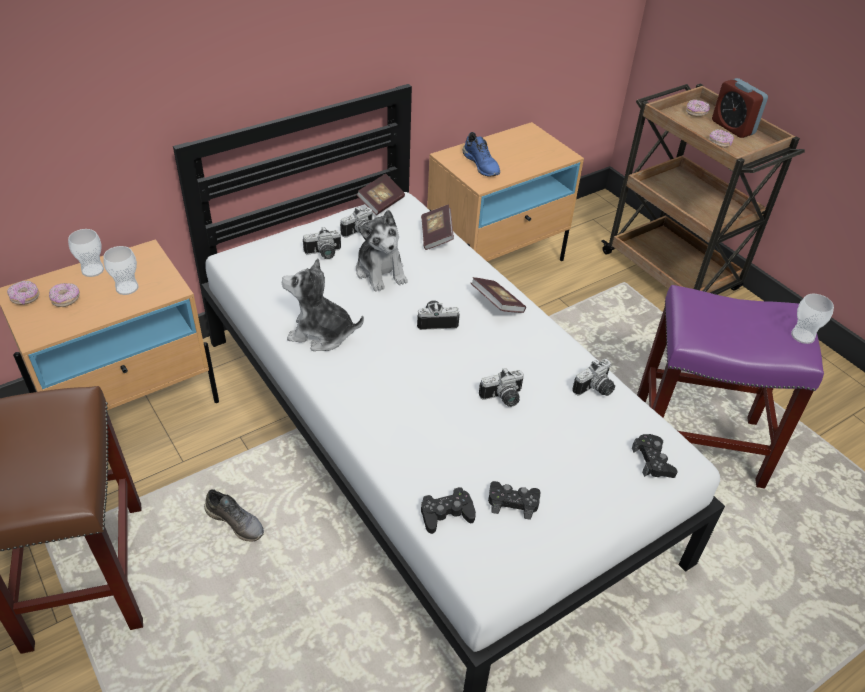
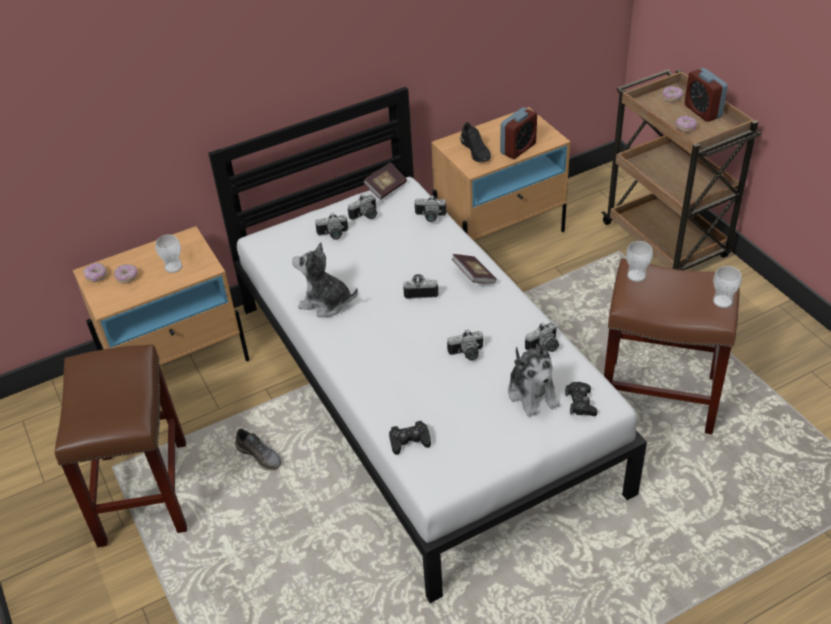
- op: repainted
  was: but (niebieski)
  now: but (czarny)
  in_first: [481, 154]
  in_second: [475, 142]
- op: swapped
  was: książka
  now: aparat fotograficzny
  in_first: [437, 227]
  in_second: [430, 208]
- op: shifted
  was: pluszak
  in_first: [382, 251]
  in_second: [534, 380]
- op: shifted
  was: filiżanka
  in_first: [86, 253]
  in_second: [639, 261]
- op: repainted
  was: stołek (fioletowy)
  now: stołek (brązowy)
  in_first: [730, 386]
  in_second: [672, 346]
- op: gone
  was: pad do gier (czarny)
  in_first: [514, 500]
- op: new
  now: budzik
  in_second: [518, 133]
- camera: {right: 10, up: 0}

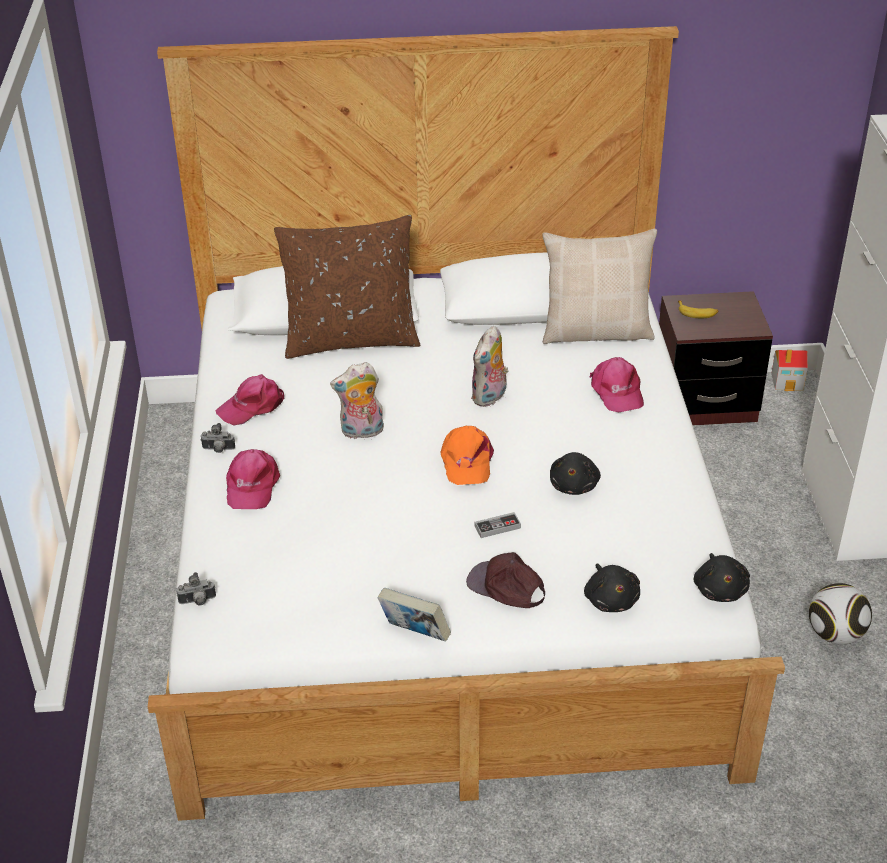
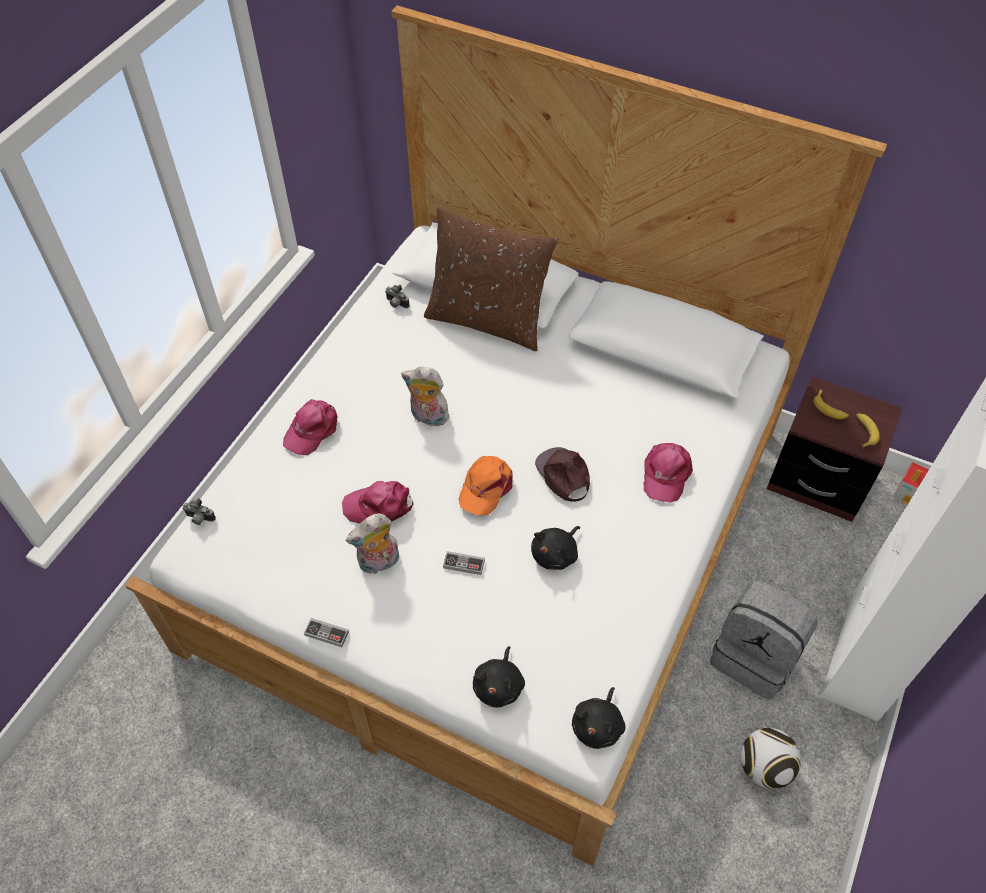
- op: gone
  was: poduszka (beżowy)
  in_first: [599, 286]
- op: shifted
  was: pluszak
  in_first: [489, 366]
  in_second: [372, 543]
- op: shifted
  was: czapka z daszkiem (różowy)
  in_first: [250, 399]
  in_second: [377, 502]
- op: shifted
  was: aparat fotograficzny
  in_first: [217, 438]
  in_second: [397, 296]
- op: shifted
  was: czapka z daszkiem (brązowy)
  in_first: [505, 580]
  in_second: [562, 474]
- op: swapped
  was: książka
  now: pad do gier
  in_first: [414, 615]
  in_second: [326, 632]
- op: new
  now: banan
  in_second: [868, 430]
- op: new
  now: plecak (szary)
  in_second: [764, 640]
- camera: {right: 30, up: 15}

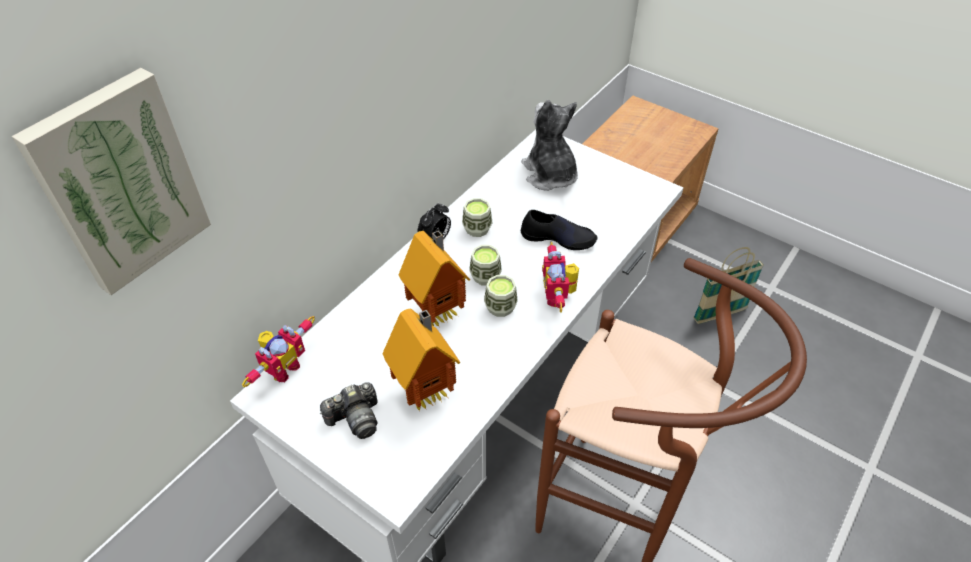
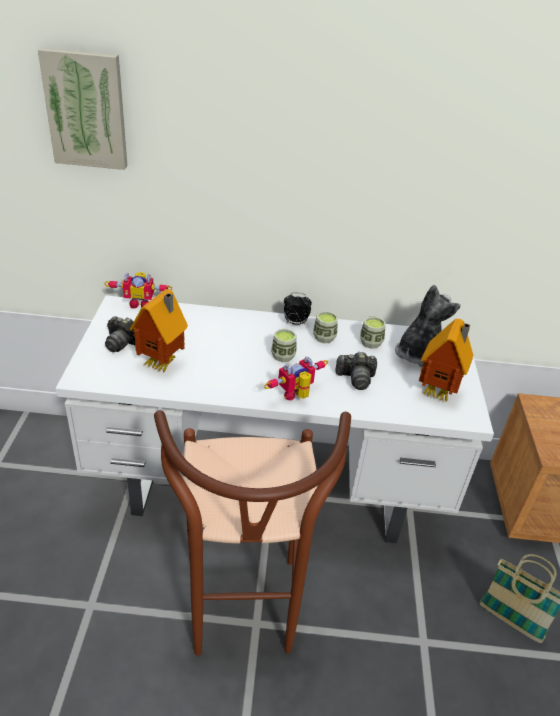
- op: swapped
  was: but (czarny)
  now: aparat fotograficzny
  in_first: [559, 230]
  in_second: [356, 371]
- op: shifted
  was: domek
  in_first: [434, 278]
  in_second: [446, 361]
- op: shifted
  was: filiżanka
  in_first: [501, 296]
  in_second: [373, 332]
- camera: {right: 55, up: -10}

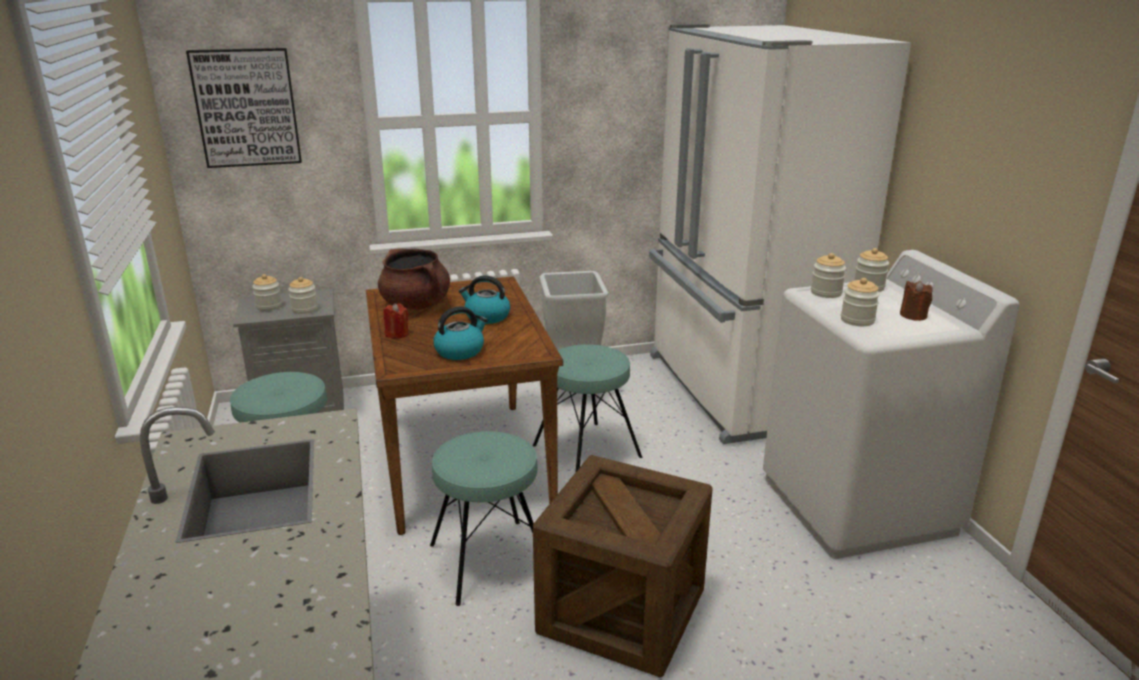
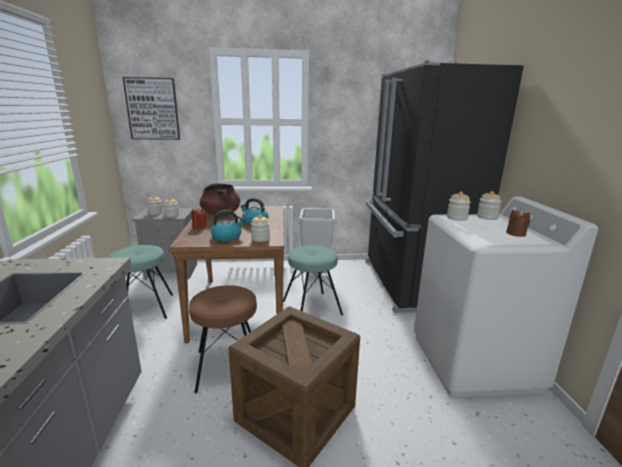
- op: repainted
  was: lodówka (biały)
  now: lodówka (czarny)
  in_first: [780, 234]
  in_second: [444, 186]
- op: shifted
  was: słoik
  in_first: [860, 302]
  in_second: [260, 228]
- op: repainted
  was: stołek (turkusowy)
  now: stołek (brązowy)
  in_first: [484, 518]
  in_second: [223, 339]
- camera: {right: 10, up: -5}

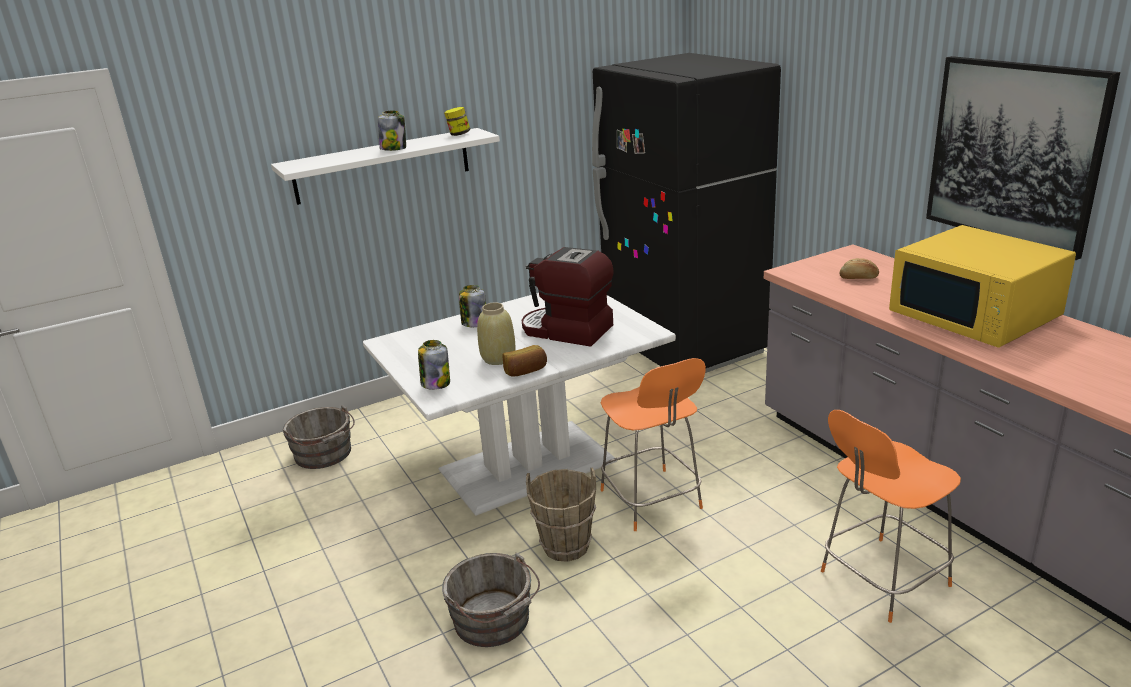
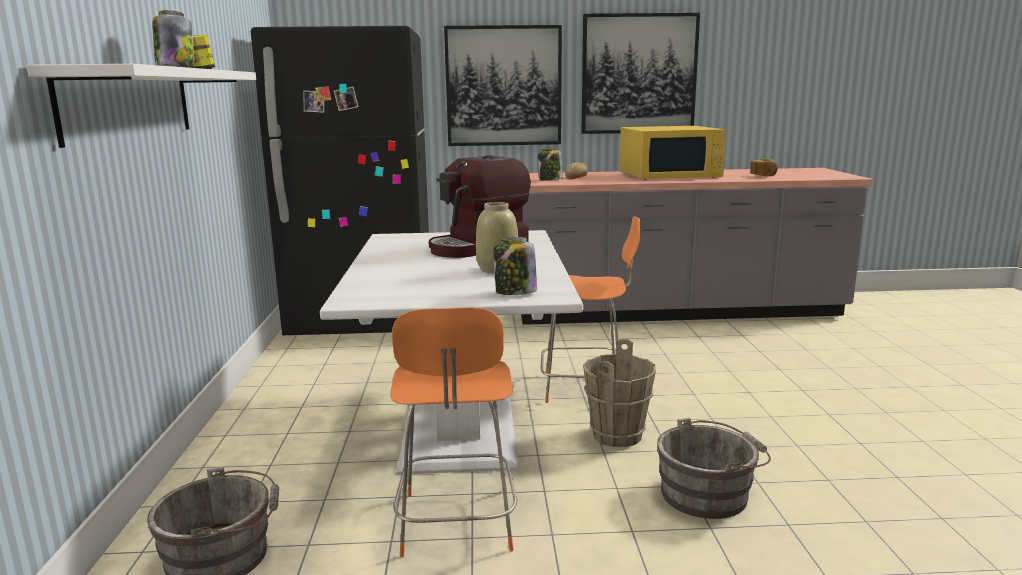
- op: shifted
  was: słoik
  in_first: [472, 306]
  in_second: [550, 164]
- op: shifted
  was: chleb
  in_first: [525, 361]
  in_second: [764, 167]
- op: shifted
  was: krzesło (pomarańczowy)
  in_first: [891, 516]
  in_second: [453, 432]
- op: new
  now: obraz
  in_second: [503, 85]
- camera: {right: -65, up: -10}

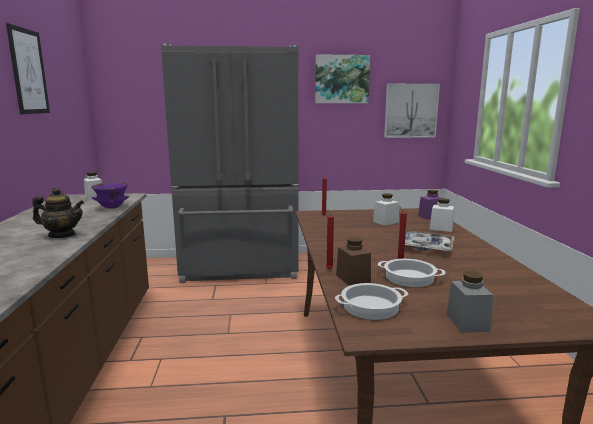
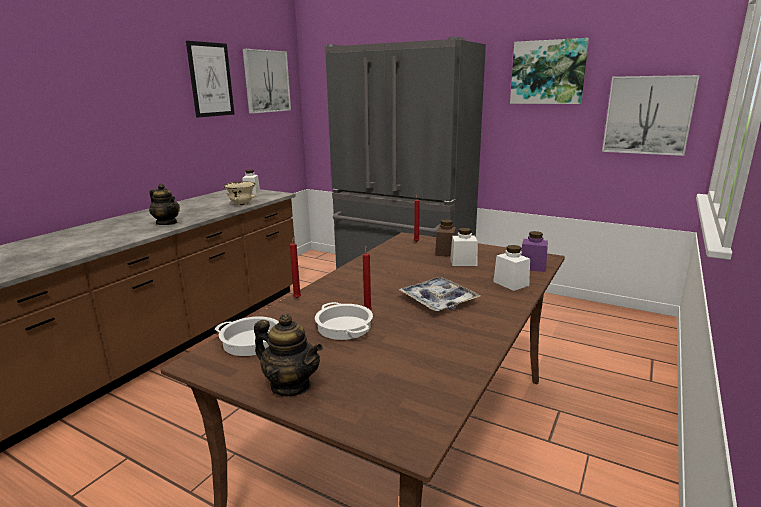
- op: repainted
  was: miska (fioletowy)
  now: miska (beżowy)
  in_first: [110, 196]
  in_second: [240, 193]
- op: shifted
  was: słoik (brązowy)
  in_first: [353, 261]
  in_second: [445, 238]
- op: swapped
  was: słoik (szary)
  now: imbryk
  in_first: [469, 302]
  in_second: [288, 355]
- op: new
  now: obraz
  in_second: [267, 81]
- camera: {right: 35, up: 5}

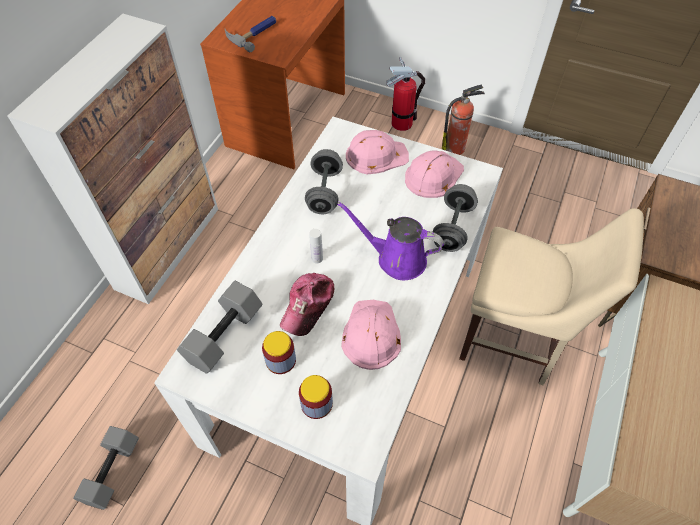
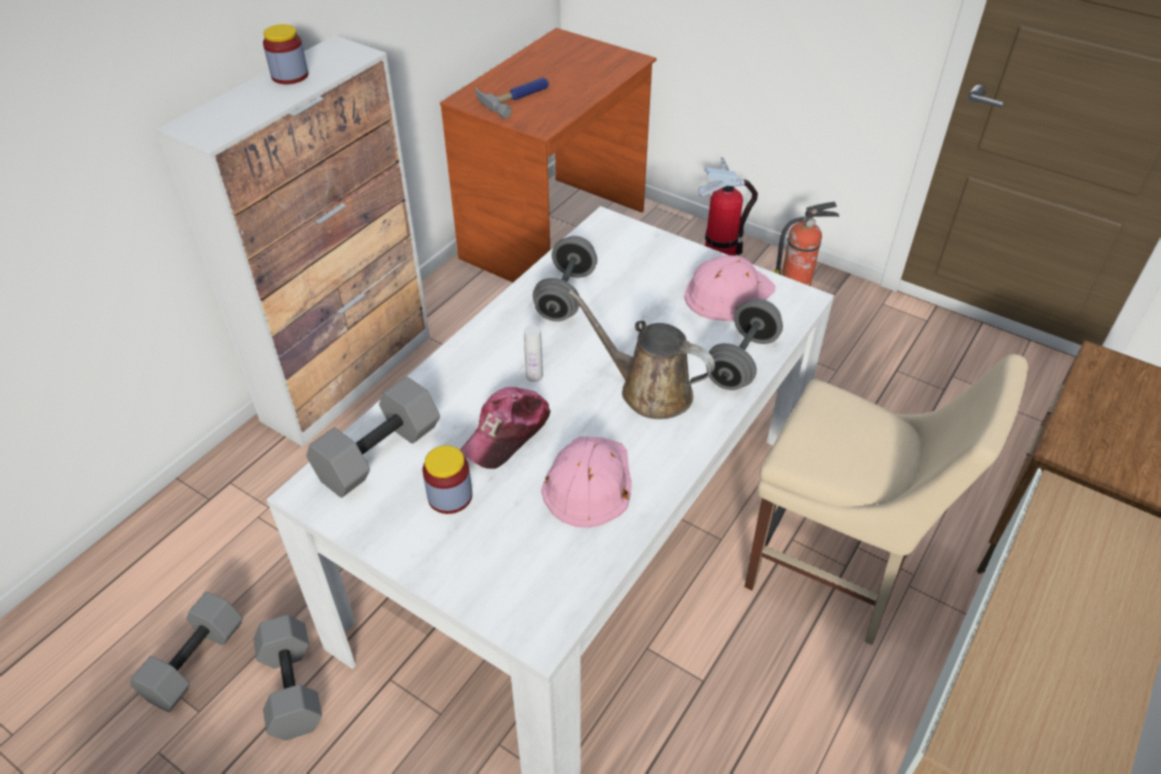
- op: gone
  was: kask (różowy)
  in_first: [377, 152]
- op: repainted
  was: konewka (fioletowy)
  now: konewka (brązowy)
  in_first: [390, 240]
  in_second: [641, 354]
- op: shifted
  was: słoik
  in_first: [316, 397]
  in_second: [286, 54]
- op: new
  now: hantel (szary)
  in_second: [287, 678]
- camera: {right: 10, up: -10}

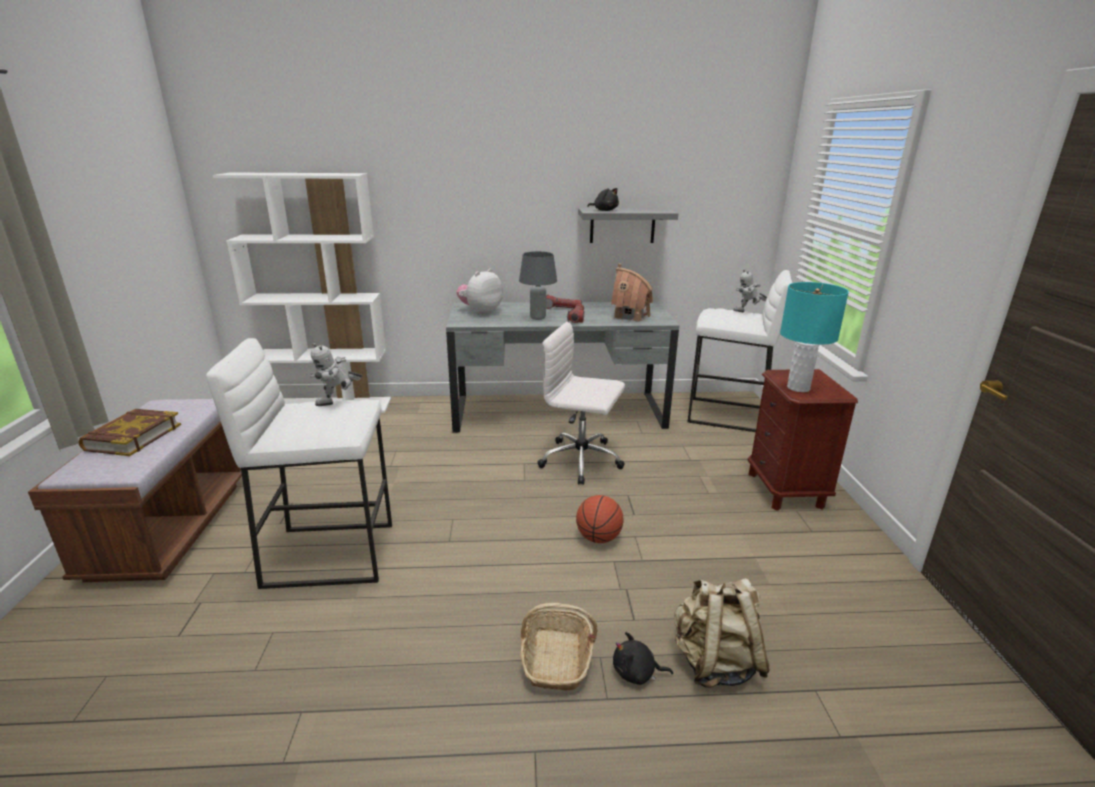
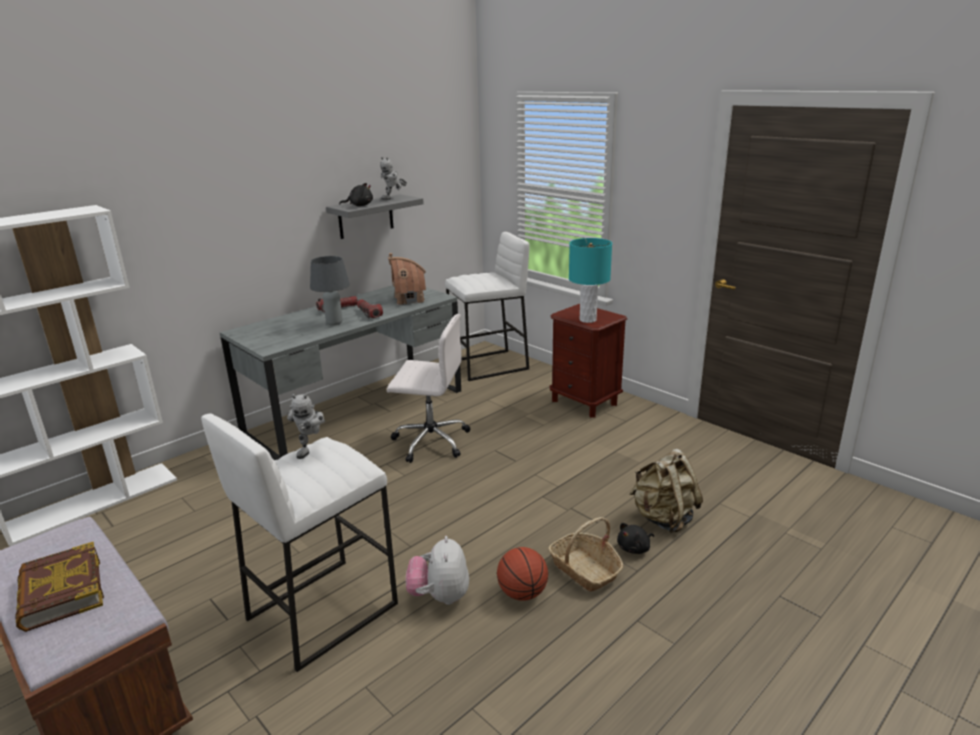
- op: shifted
  was: pluszak
  in_first: [480, 292]
  in_second: [437, 570]
- op: shifted
  was: robot zabawkowy
  in_first: [750, 290]
  in_second: [393, 178]
- op: rotated
  was: krzesło biurowe (biały)
  in_first: [581, 403]
  in_second: [428, 388]
  clockwise: -150
- op: shifted
  was: piłka do koszykówki
  in_first: [600, 519]
  in_second: [522, 574]
- camera: {right: -40, up: 0}

